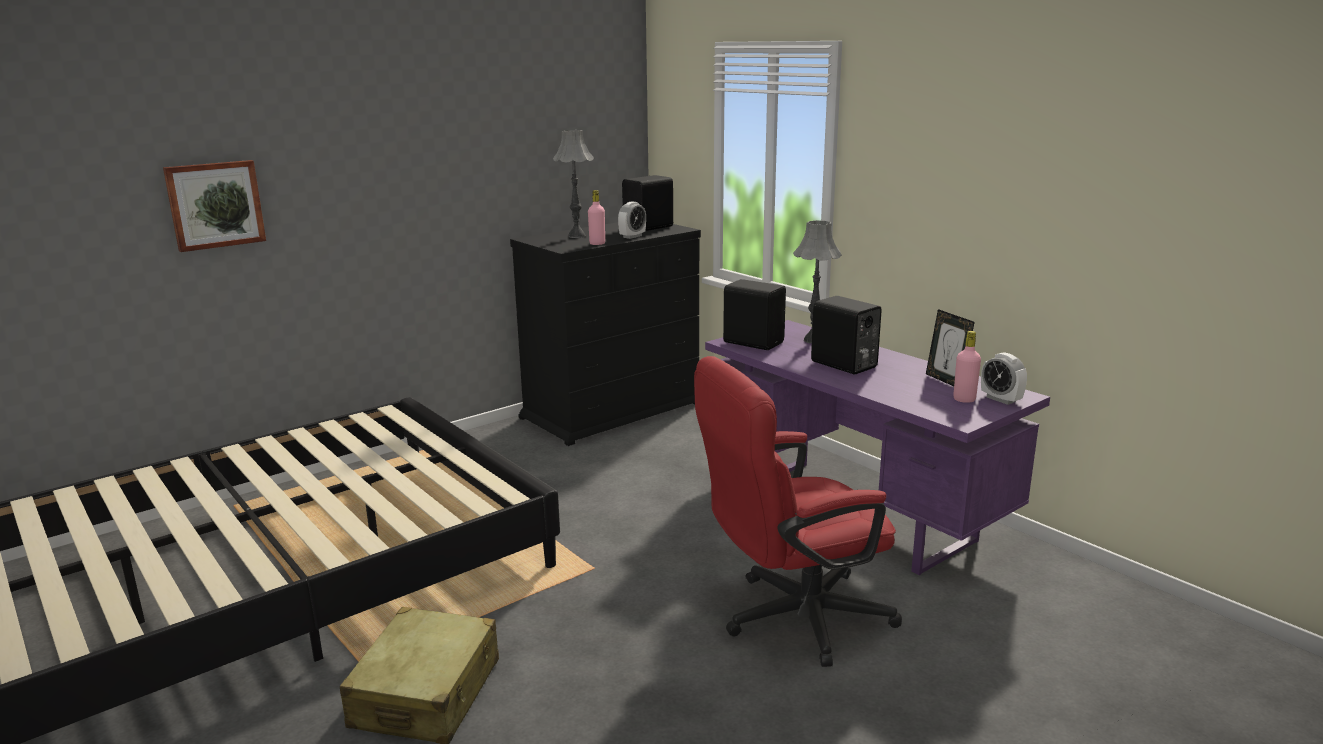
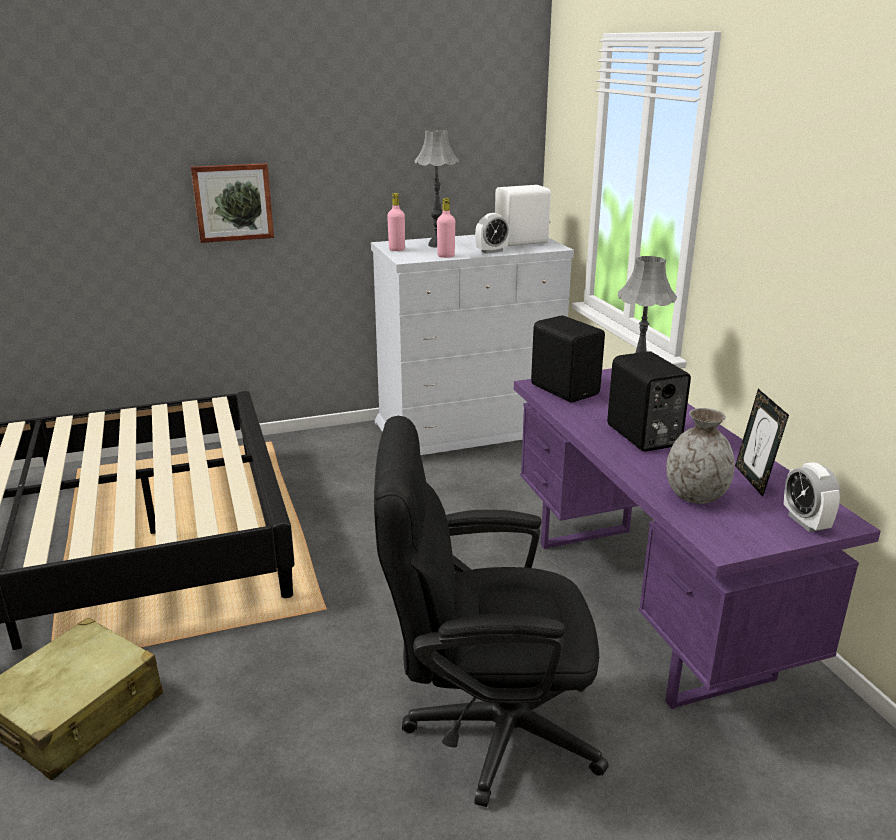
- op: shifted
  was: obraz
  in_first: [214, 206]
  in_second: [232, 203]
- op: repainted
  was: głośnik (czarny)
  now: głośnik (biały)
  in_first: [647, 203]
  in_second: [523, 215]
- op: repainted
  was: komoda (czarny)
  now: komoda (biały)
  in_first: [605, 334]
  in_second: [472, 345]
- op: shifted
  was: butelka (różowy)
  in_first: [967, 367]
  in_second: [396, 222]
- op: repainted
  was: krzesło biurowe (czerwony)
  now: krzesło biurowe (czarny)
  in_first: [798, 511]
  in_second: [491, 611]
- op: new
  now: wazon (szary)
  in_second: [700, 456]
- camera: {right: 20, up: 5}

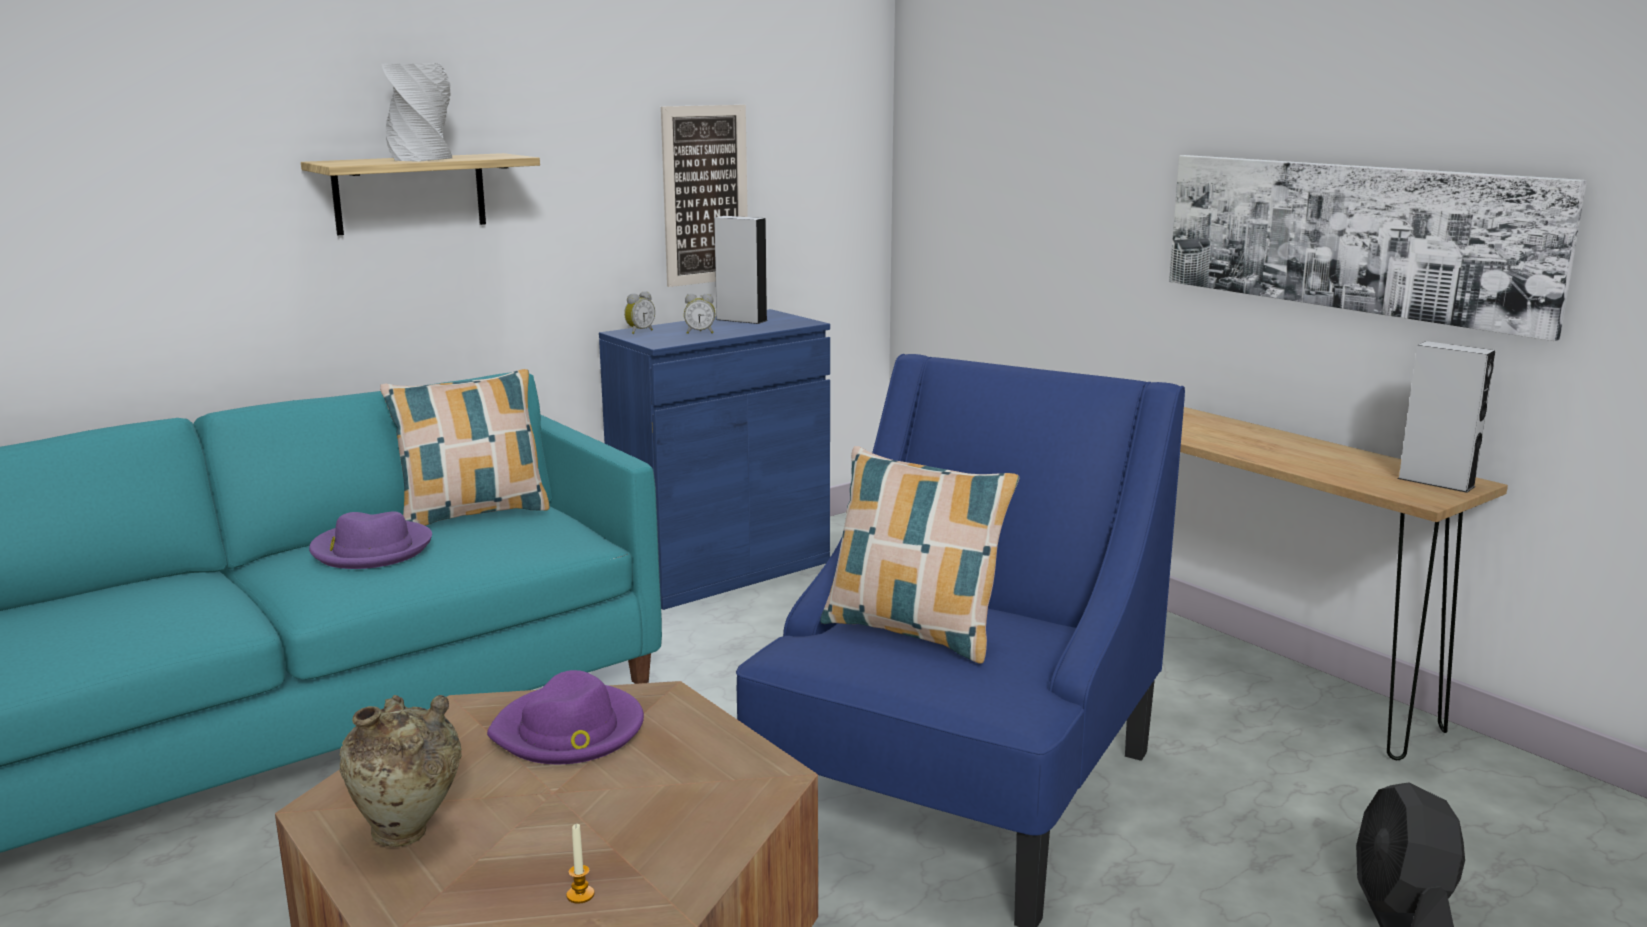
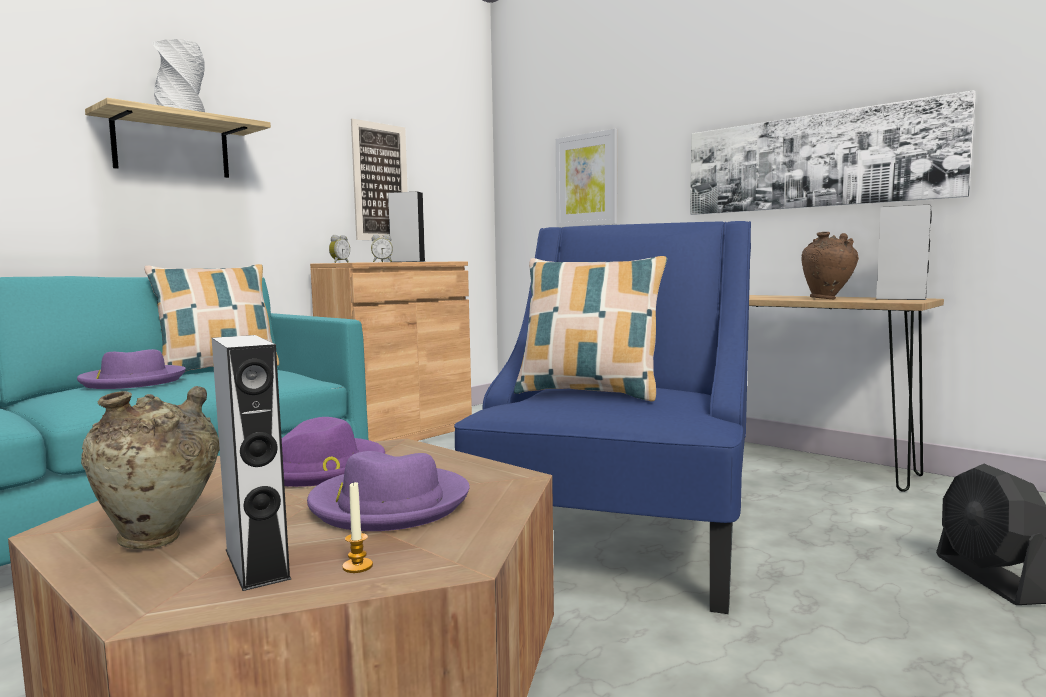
- op: repainted
  was: szafka (niebieski)
  now: szafka (brązowy)
  in_first: [714, 459]
  in_second: [391, 351]
- op: new
  now: obraz
  in_second: [586, 178]
- op: new
  now: wazon (brązowy)
  in_second: [830, 265]
- op: new
  now: głośnik (szary)
  in_second: [251, 463]
- op: new
  now: kapelusz (fioletowy)
  in_second: [388, 491]
- camera: {right: -10, up: -10}

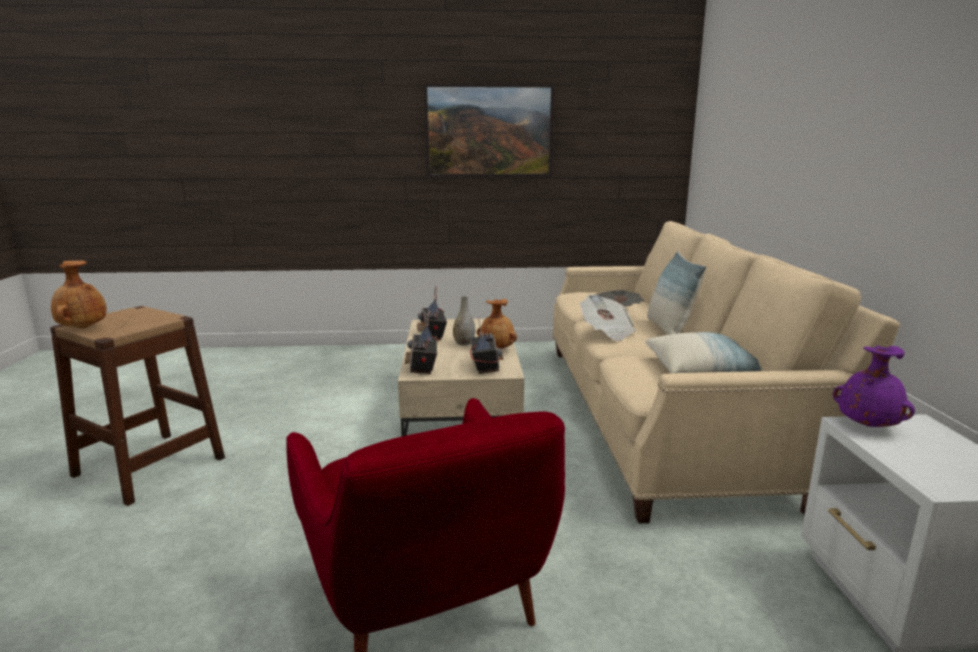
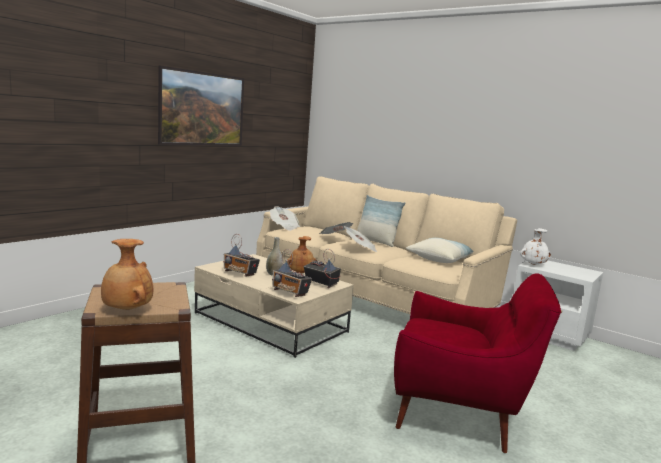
- op: repainted
  was: wazon (fioletowy)
  now: wazon (biały)
  in_first: [874, 386]
  in_second: [535, 246]
- op: new
  now: gazeta
  in_second: [285, 218]
- camera: {right: -50, up: -5}

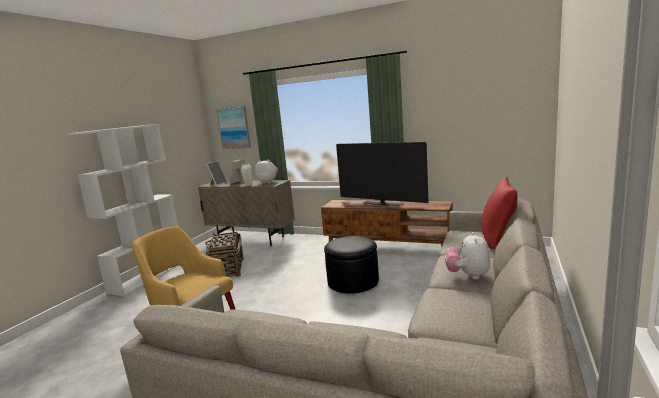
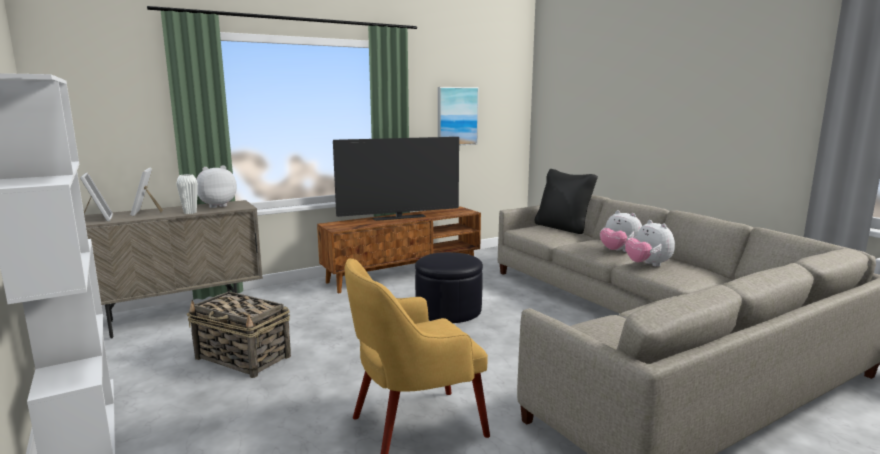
- op: shifted
  was: obraz
  in_first: [234, 127]
  in_second: [458, 116]
- op: repainted
  was: poduszka (czerwony)
  now: poduszka (czarny)
  in_first: [500, 213]
  in_second: [566, 201]
- op: new
  now: pluszak
  in_second: [650, 243]
- camera: {right: -55, up: 0}

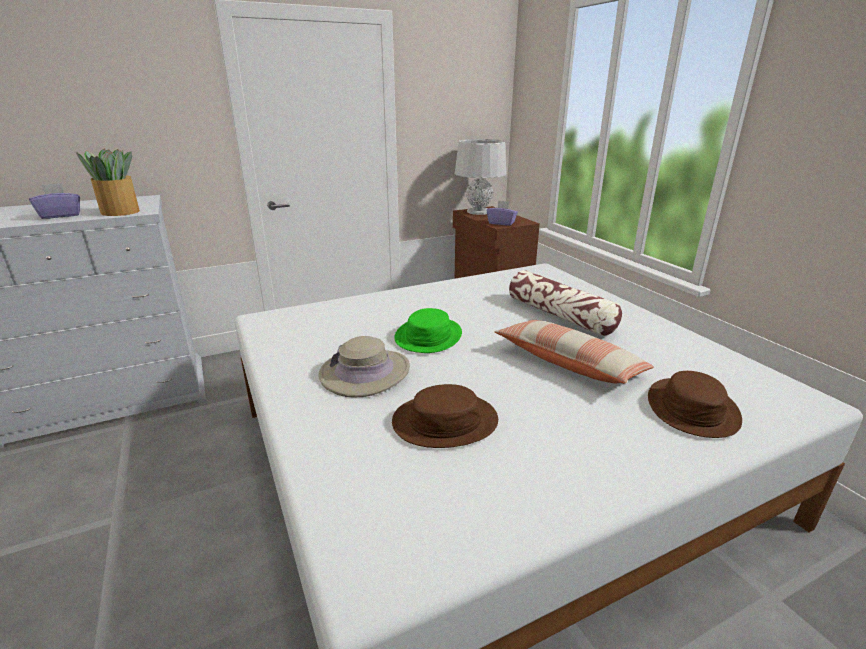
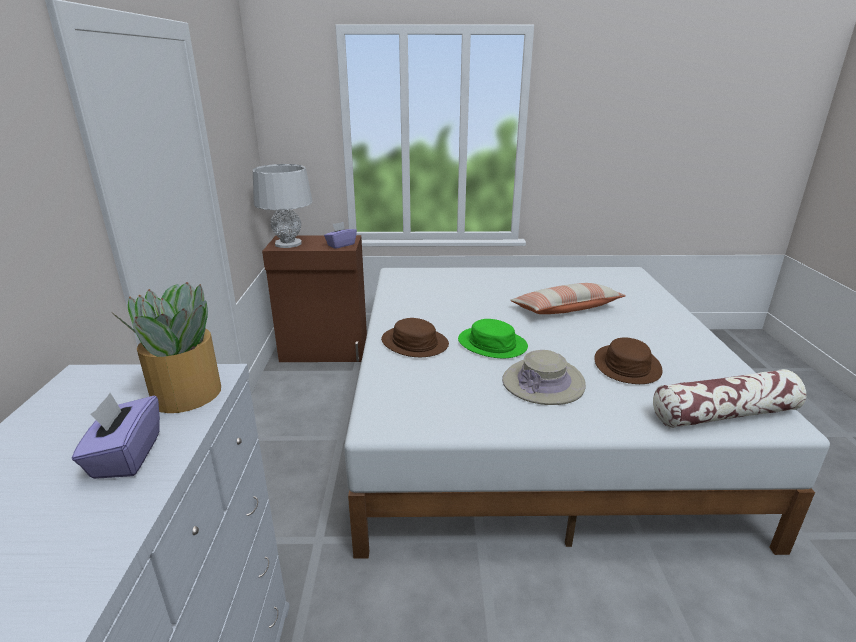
- op: shifted
  was: poduszka
  in_first: [565, 303]
  in_second: [729, 398]
- op: shifted
  was: kapelusz (brązowy)
  in_first: [695, 404]
  in_second: [415, 337]
- camera: {right: -65, up: 0}

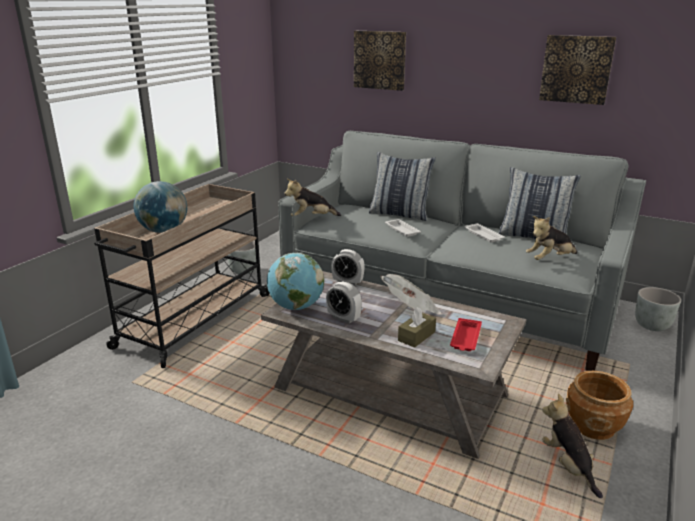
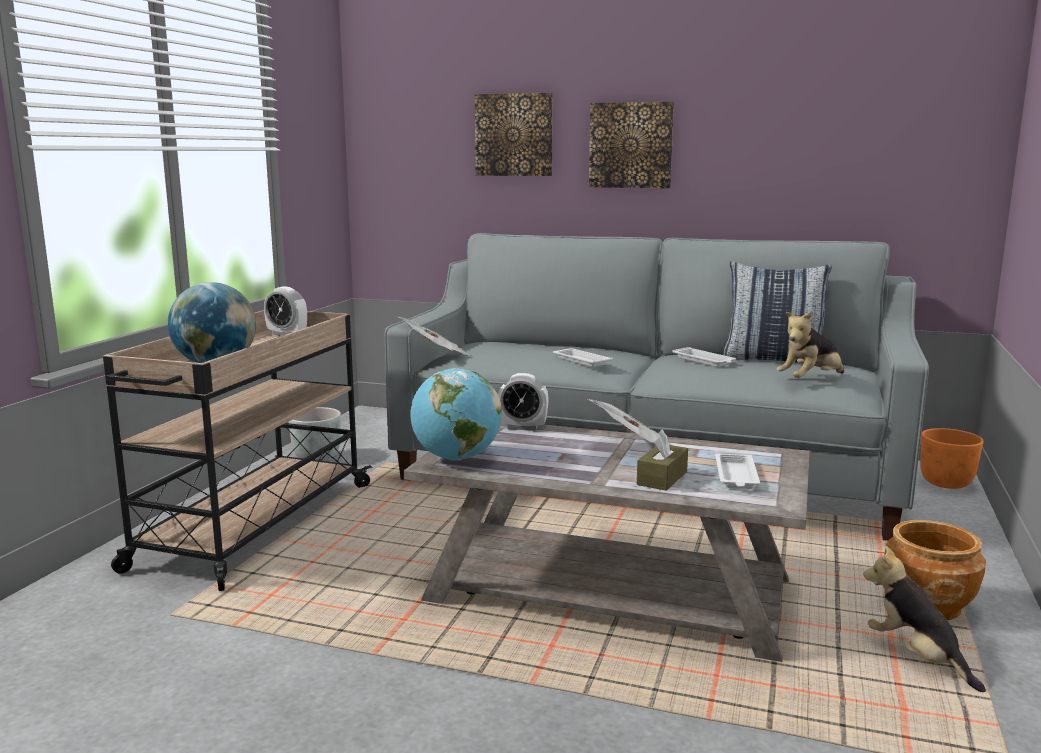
- op: shifted
  was: obraz
  in_first: [577, 70]
  in_second: [631, 145]
- op: gone
  was: poduszka
  in_first: [402, 186]
- op: swapped
  was: pluszak
  now: gazeta
  in_first: [312, 197]
  in_second: [435, 336]
- op: shifted
  was: budzik
  in_first: [344, 302]
  in_second: [285, 311]
- op: repainted
  was: donica (szary)
  now: donica (pomarańczowy)
  in_first: [658, 309]
  in_second: [952, 458]
- op: repainted
  was: taca (czerwony)
  now: taca (biały)
  in_first: [466, 334]
  in_second: [737, 470]
- camera: {right: -10, up: -10}

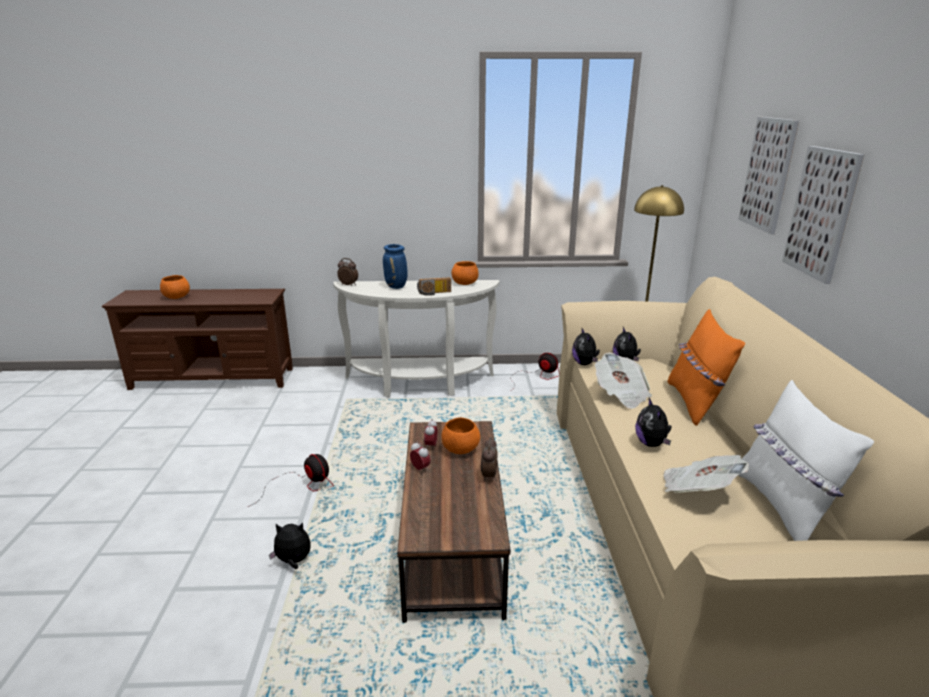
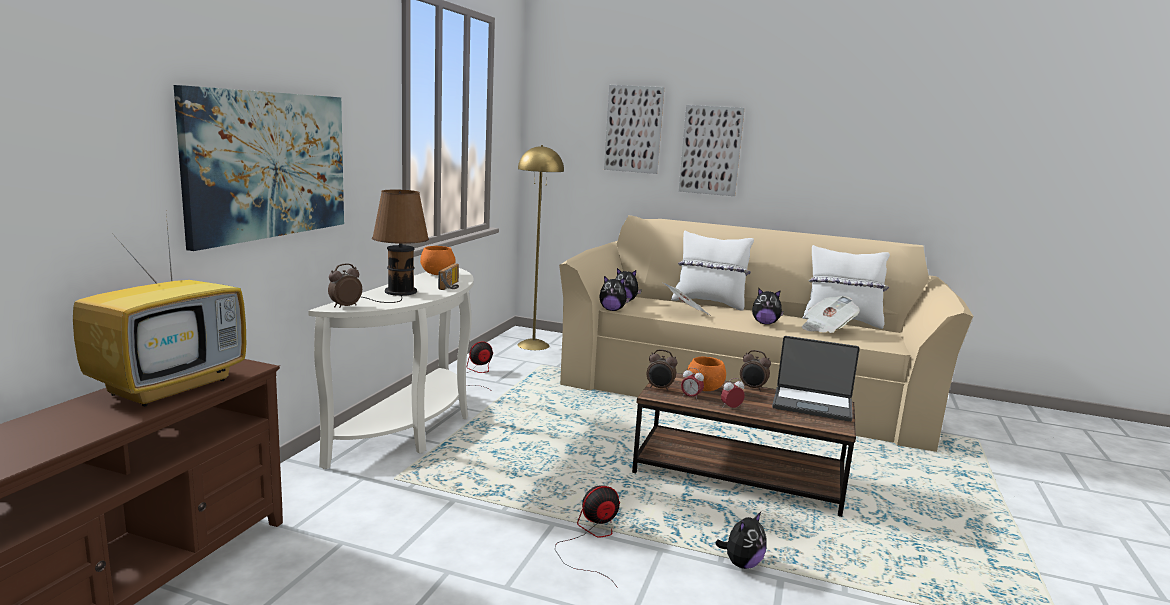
- op: swapped
  was: wazon (niebieski)
  now: lampa stołowa (brązowy)
  in_first: [395, 266]
  in_second: [395, 246]
- op: gone
  was: miska (pomarańczowy)
  in_first: [175, 287]
- op: repainted
  was: poduszka (pomarańczowy)
  now: poduszka (biały)
  in_first: [706, 367]
  in_second: [712, 271]
- op: rotated
  was: pluszak
  in_first: [290, 546]
  in_second: [741, 540]
  clockwise: -150
- op: new
  now: obraz
  in_second: [259, 168]
- op: new
  now: telewizor
  in_second: [159, 310]
- op: new
  now: laptop
  in_second: [816, 379]
- op: new
  now: budzik
  in_second: [662, 370]
- camera: {right: -70, up: -10}

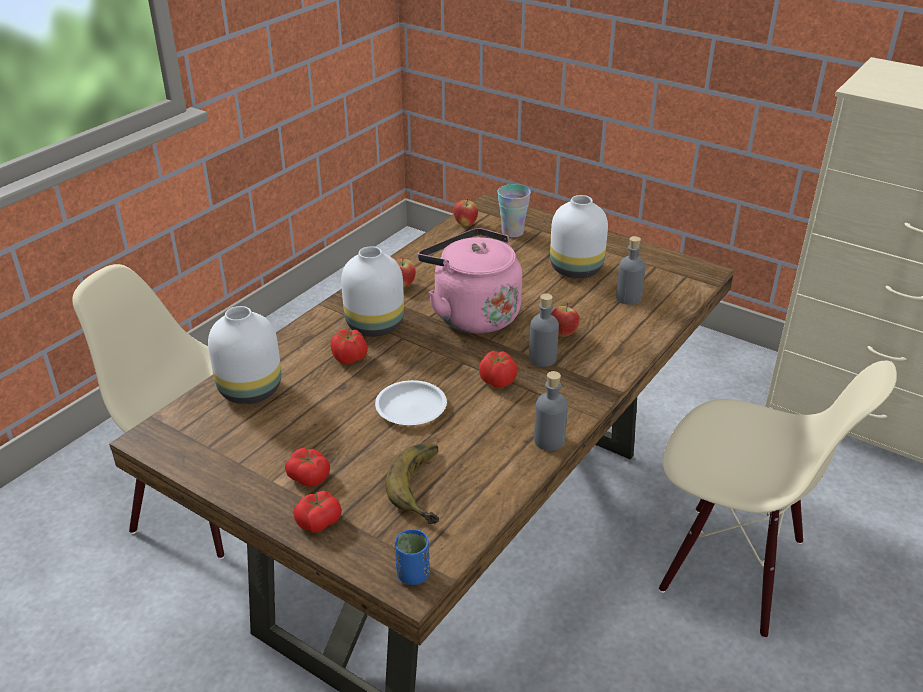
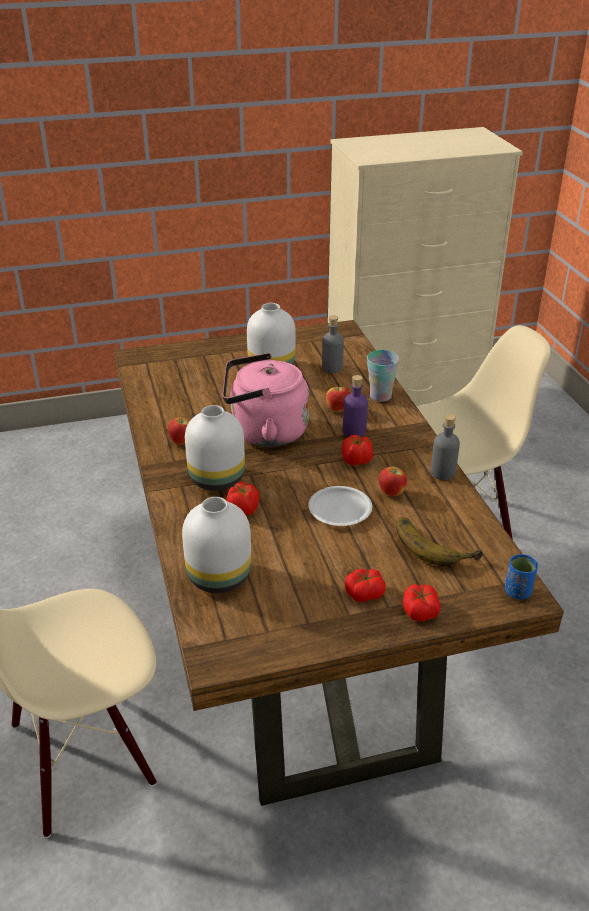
- op: shifted
  was: filiżanka
  in_first: [514, 210]
  in_second: [383, 376]
- op: shifted
  was: jabłko
  in_first: [466, 212]
  in_second: [393, 481]
- op: repainted
  was: butelka (szary)
  now: butelka (fioletowy)
  in_first: [544, 330]
  in_second: [355, 406]
- camera: {right: -50, up: 0}

